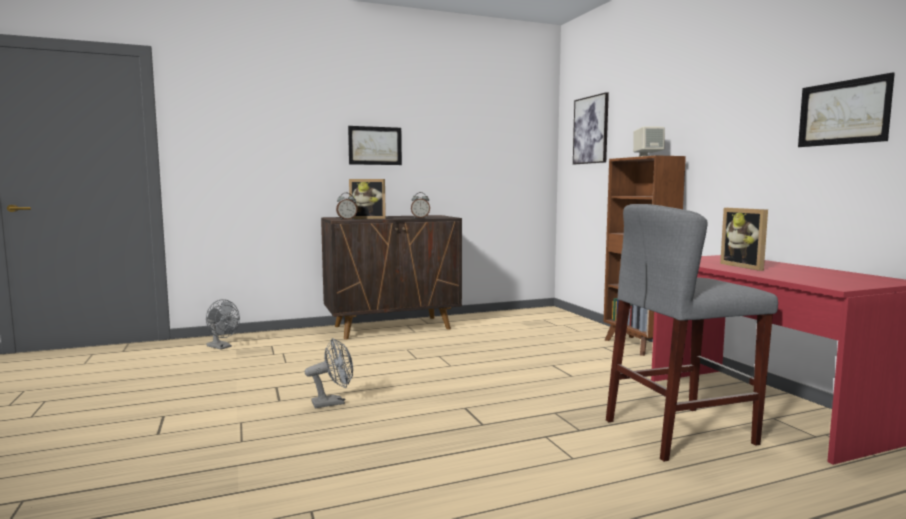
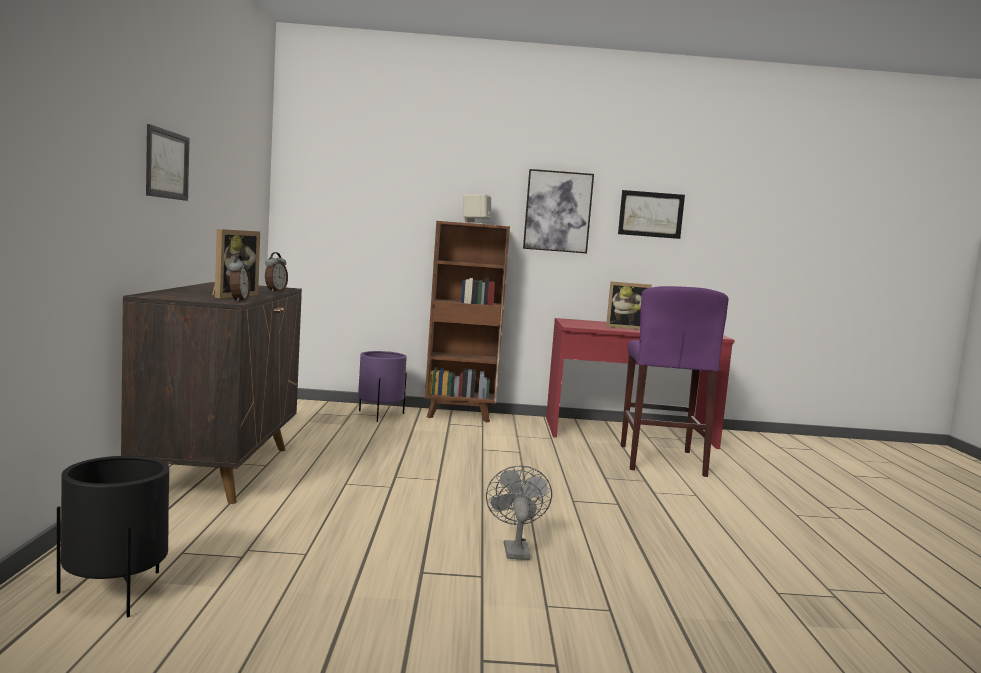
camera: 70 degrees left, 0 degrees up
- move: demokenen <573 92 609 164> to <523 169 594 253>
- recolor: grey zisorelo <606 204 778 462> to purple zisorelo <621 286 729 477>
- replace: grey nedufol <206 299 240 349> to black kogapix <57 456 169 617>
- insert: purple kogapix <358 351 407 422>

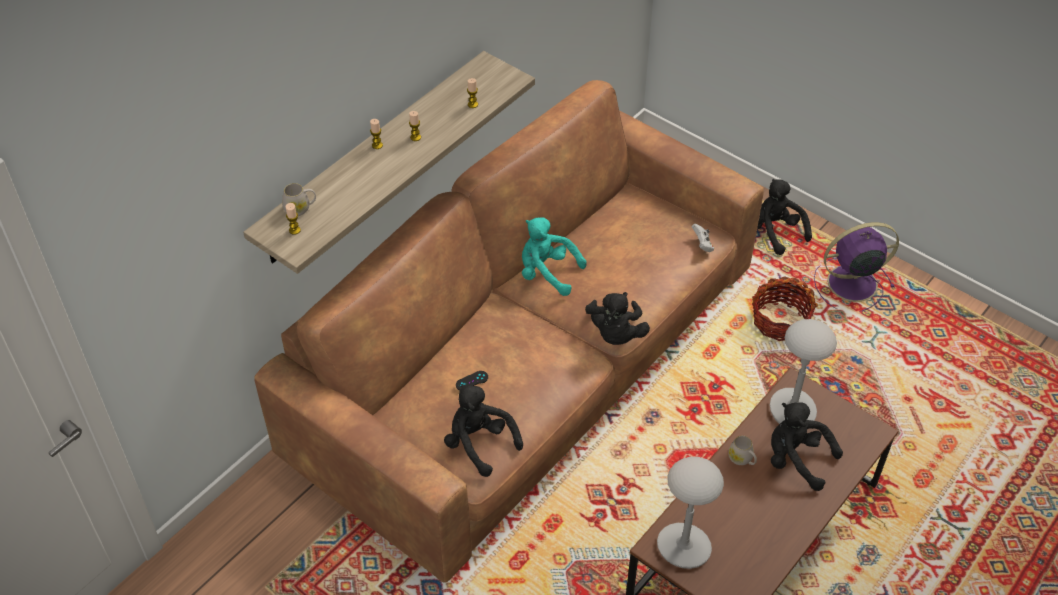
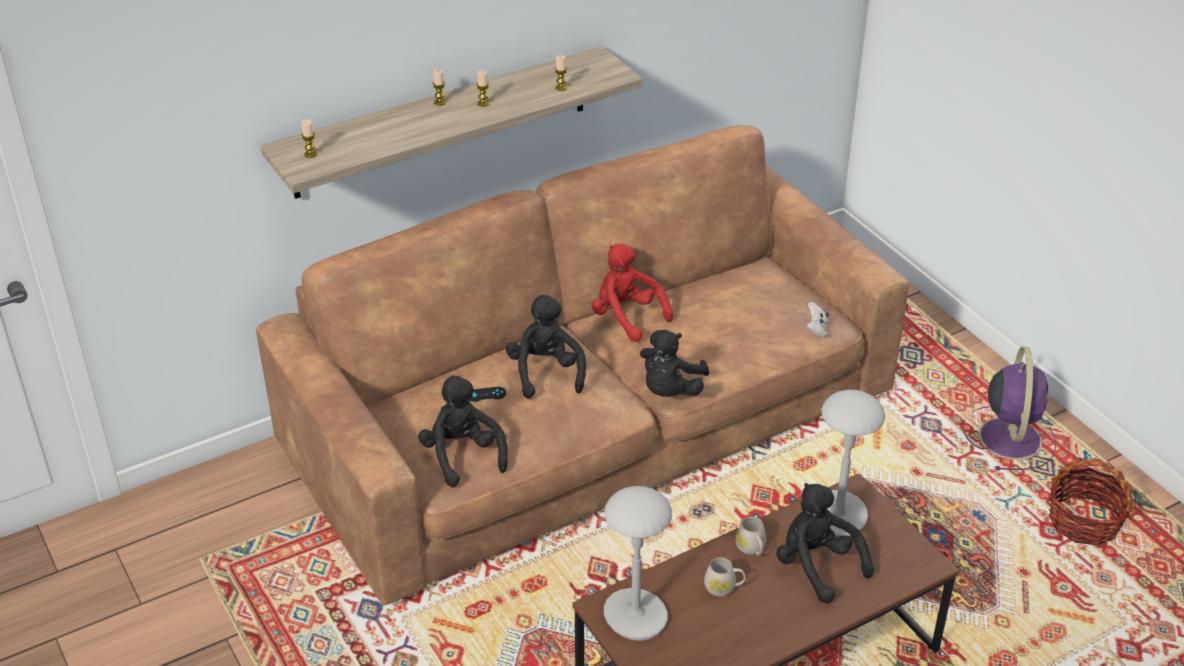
camera: 20 degrees right, 10 degrees down
- move: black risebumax <757 179 812 255> to <506 295 586 399>
- move: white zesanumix <282 183 316 216> to <704 557 745 597>
- recolor: turquoise risebumax <522 217 587 296> to red risebumax <592 244 673 342>
- rotate: purple nedufol <814 222 899 312> = <963 347 1056 470> 90 degrees clockwise
- move: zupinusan <752 276 818 341> to <1049 458 1135 546>

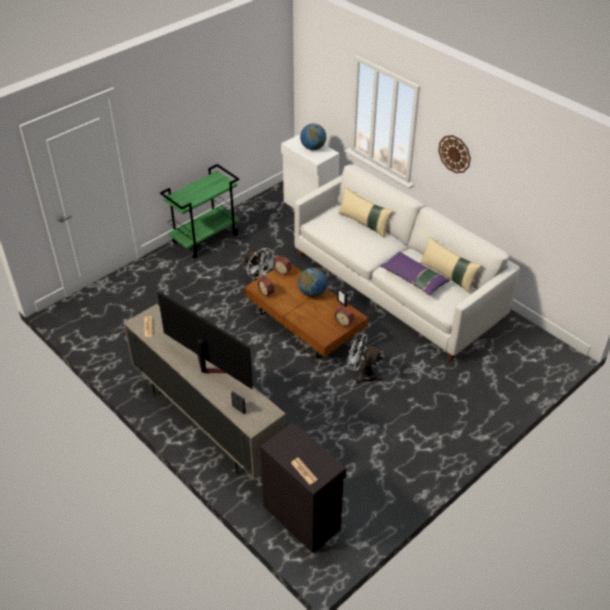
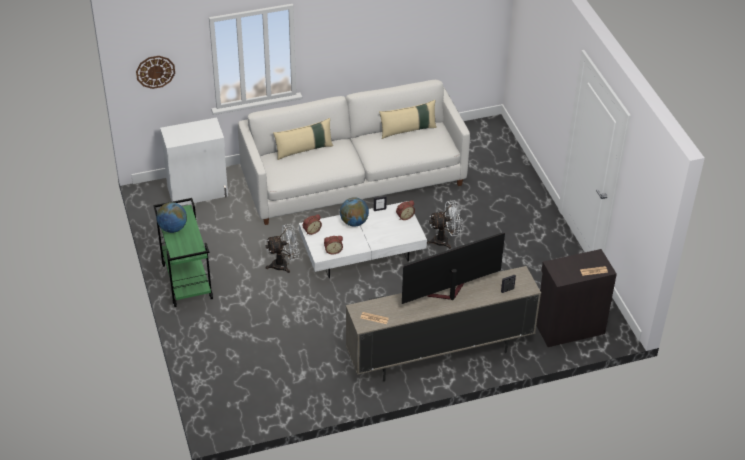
camera: 65 degrees left, 0 degrees up
- move: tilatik <300 124 326 150> to <156 202 187 233>
- move: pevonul <438 135 471 173> to <136 56 175 89>
- delete: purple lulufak <380 252 450 296>
- recolor: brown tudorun <245 264 368 359> to white tudorun <299 201 427 278>
- rotate: white nedufol <346 332 383 384> = <427 201 463 249> 150 degrees counterclockwise

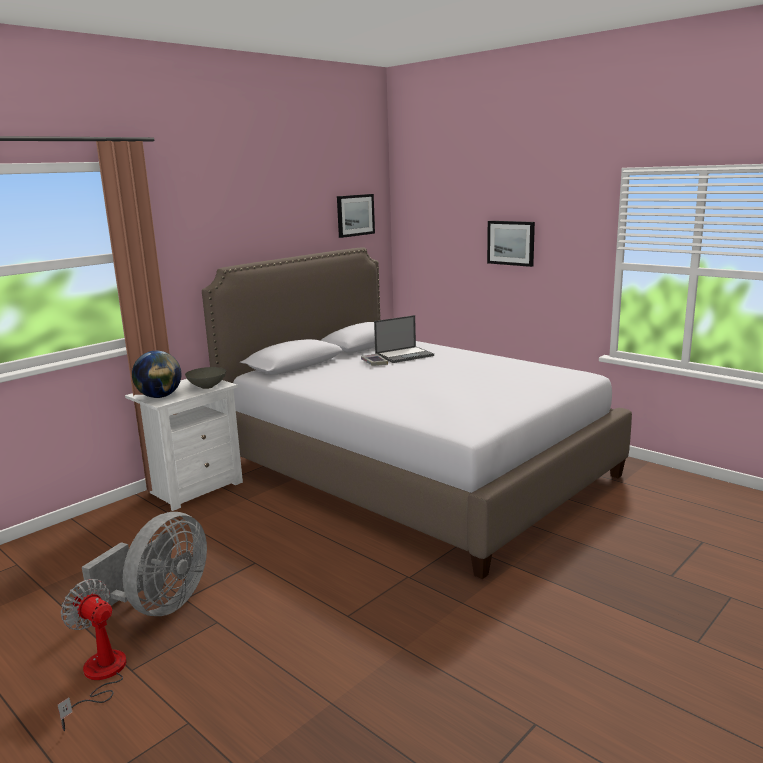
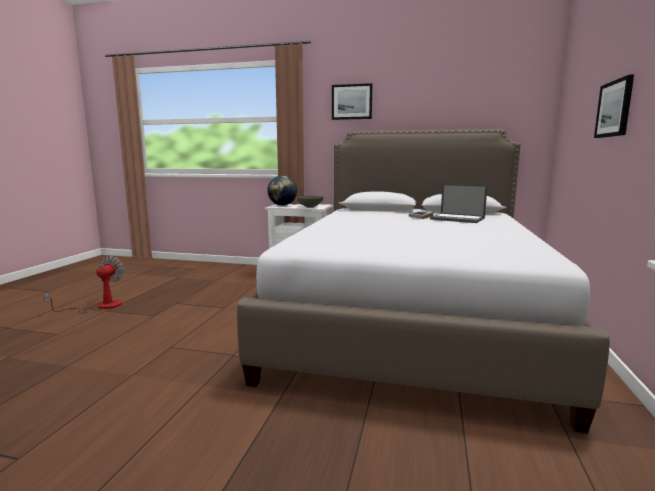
camera: 60 degrees right, 5 degrees down
- move: demokenen <337 194 375 238> to <332 83 372 120>
- delete: grey nedufol <82 512 207 616>

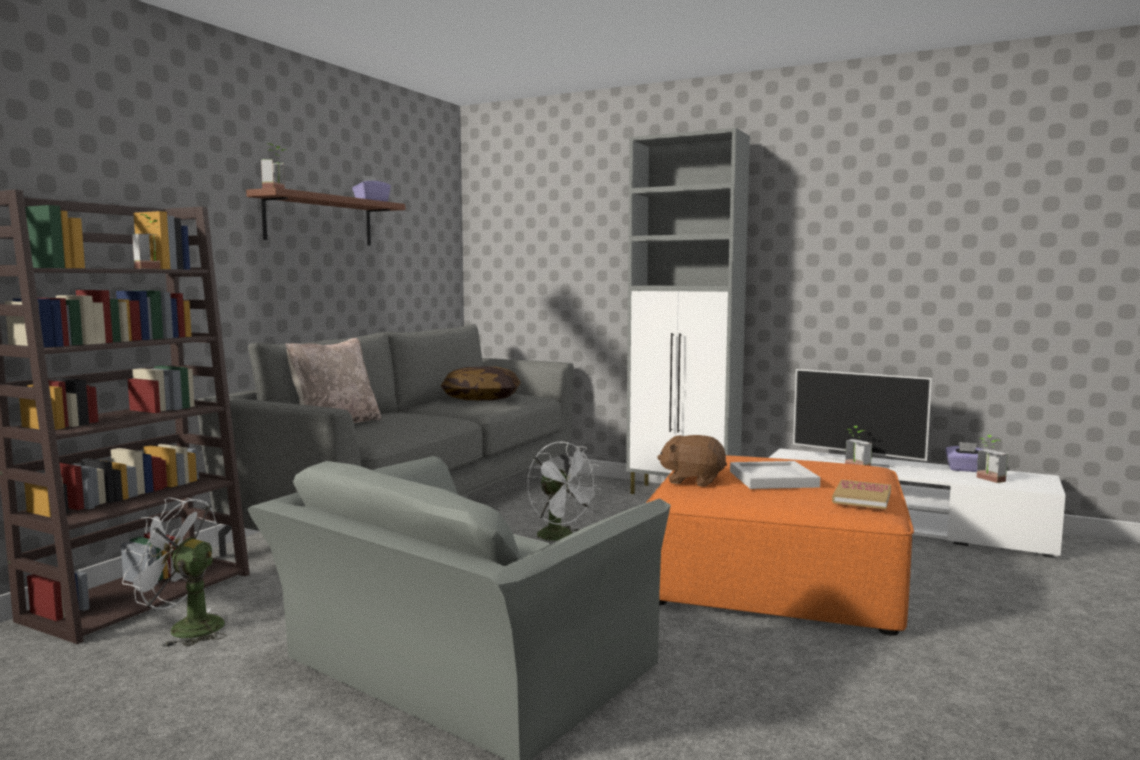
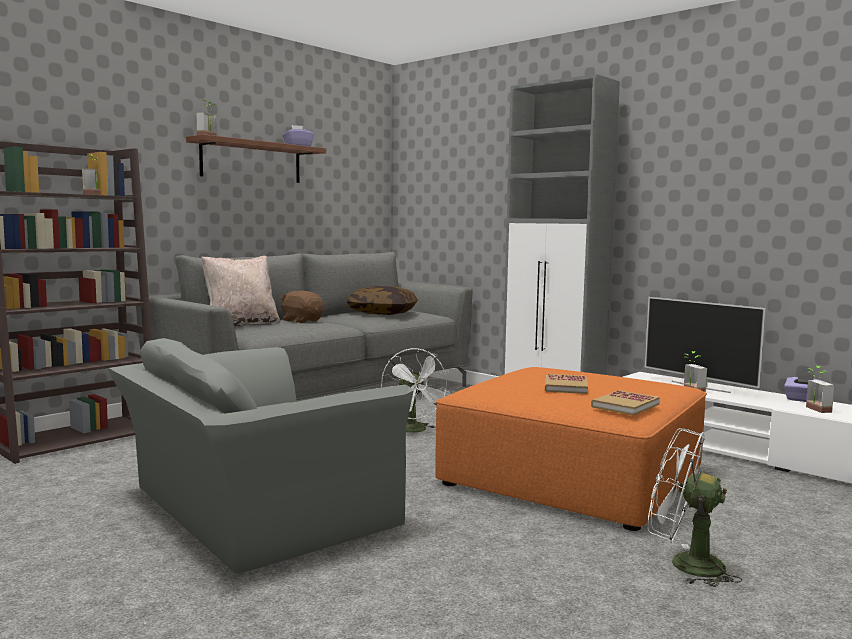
camera: 15 degrees right, 0 degrees up
- move: brown risebumax <657 435 727 487> to <280 291 323 323>
- replace: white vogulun <730 461 820 489> to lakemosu <545 374 588 394>
- move: white nedufol <122 498 226 647> to <648 428 742 587>

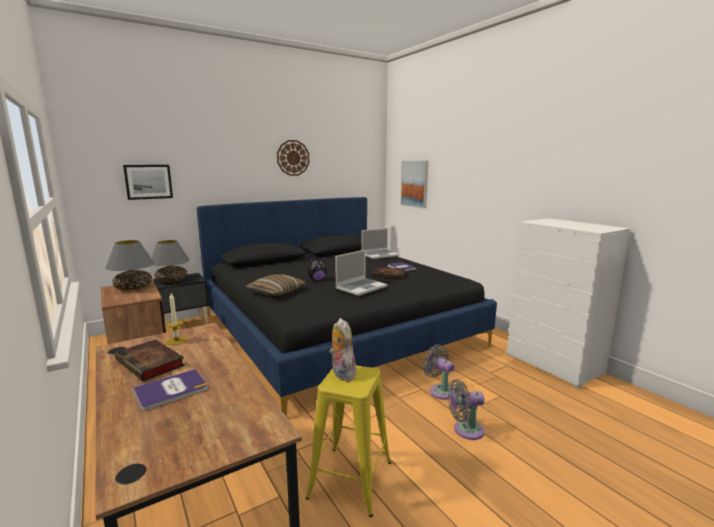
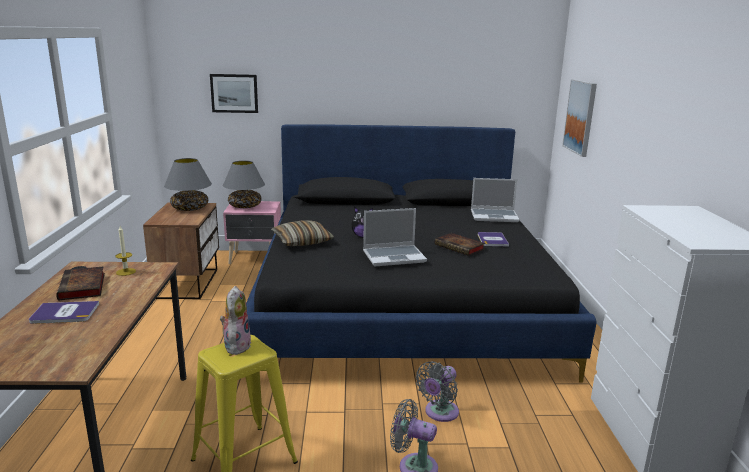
camera: 30 degrees right, 5 degrees up
- delete: pevonul <277 140 309 176>
- recolor: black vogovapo <153 273 209 328> to pink vogovapo <223 201 281 264>
- rotate: grey nedufol <422 344 455 400> = <416 361 459 422> 135 degrees counterclockwise

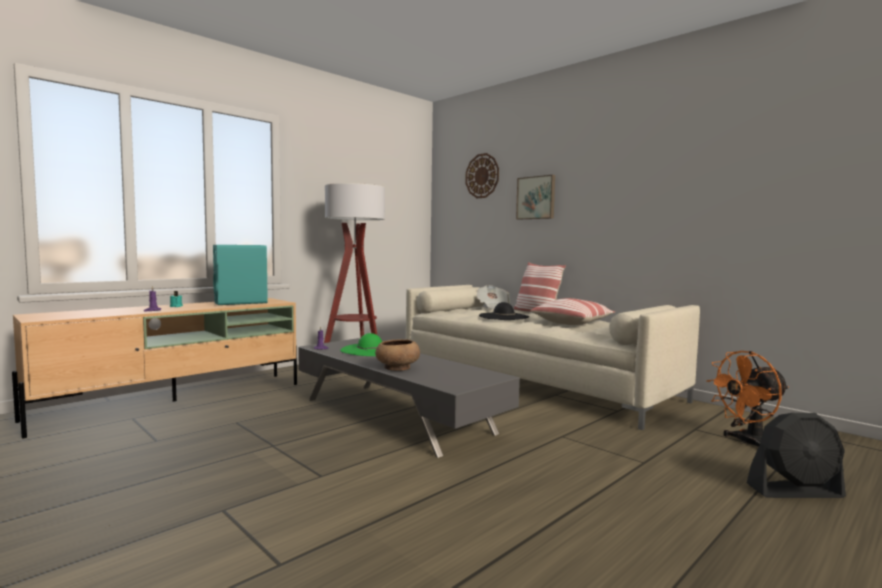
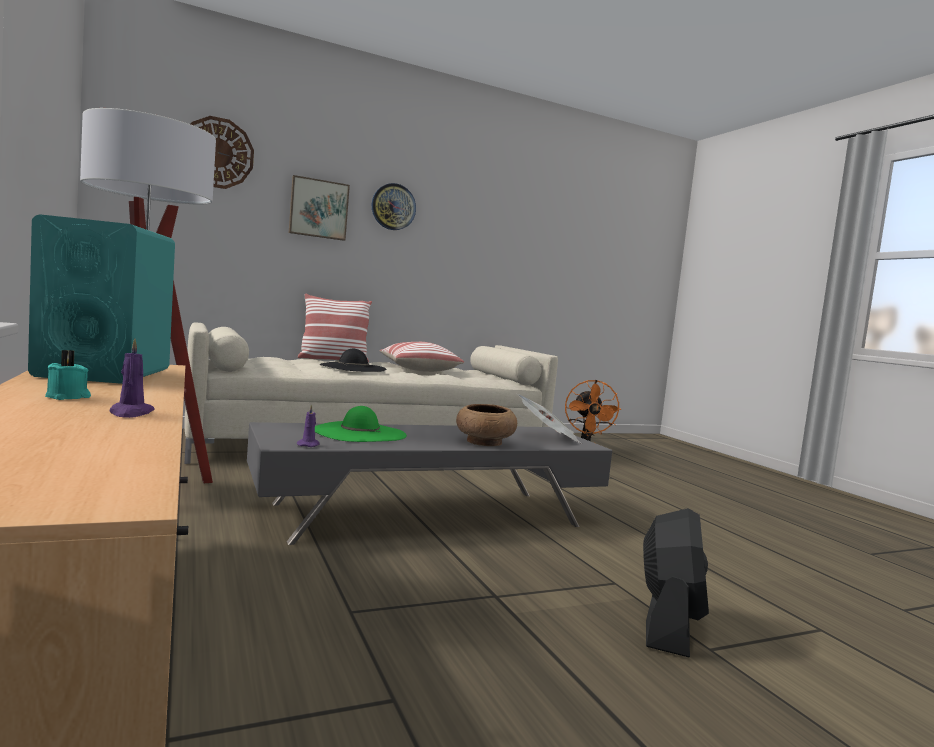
camera: 70 degrees left, 0 degrees up
- move: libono <476 285 510 309> to <517 394 582 444>
- move: black nedufol <747 413 846 498> to <643 508 709 658>
- insert: pevonul <372 183 416 230>

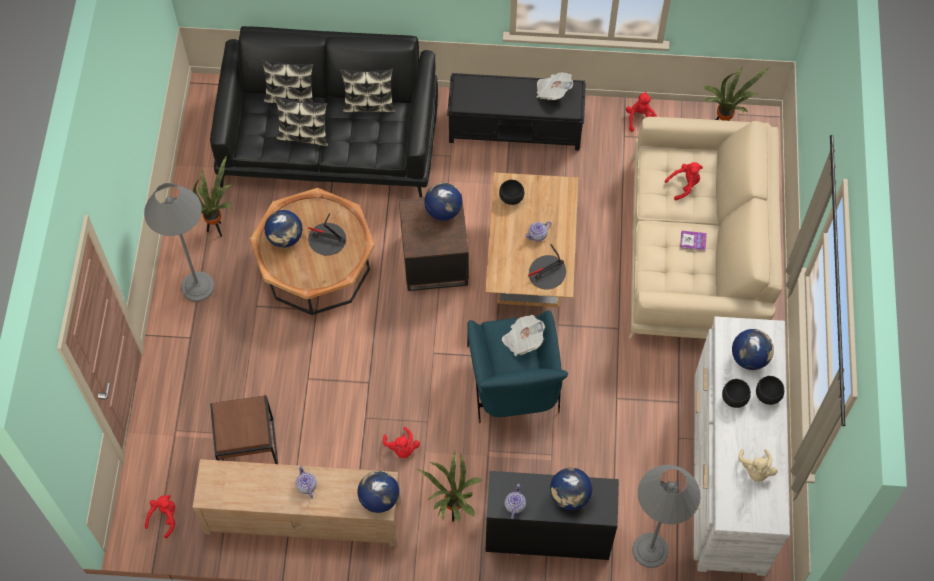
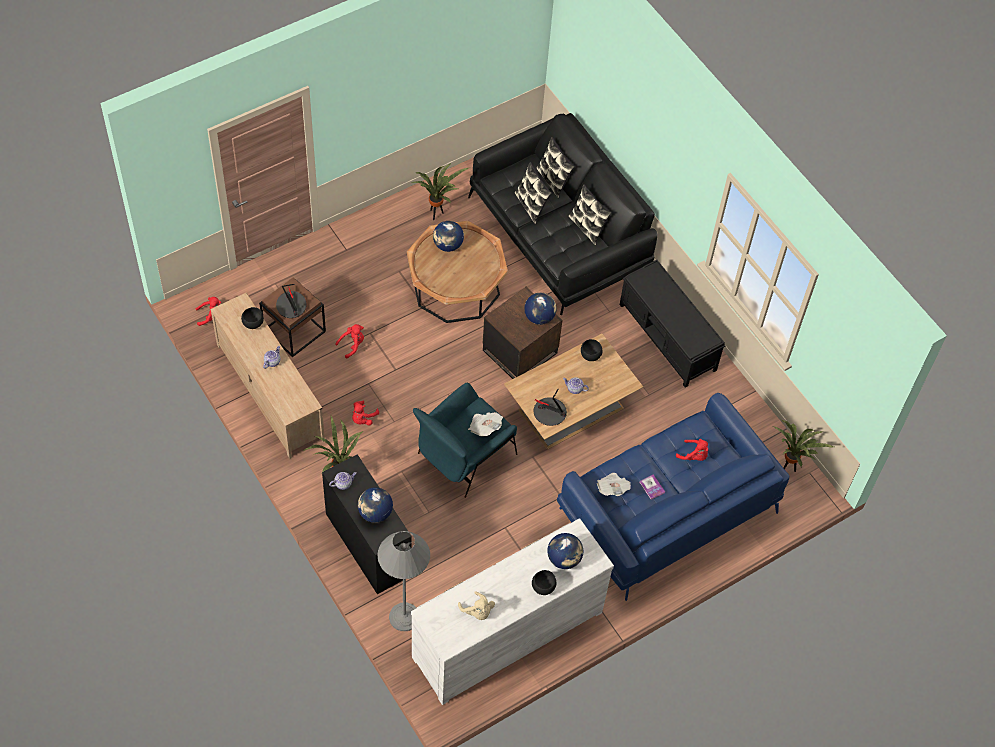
camera: 50 degrees right, 5 degrees down
- move: libono <536 72 573 100> to <597 473 631 496>
- move: red risebumax <626 92 657 132> to <335 324 364 358>
- recolor: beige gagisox <629 117 782 339> to blue gagisox <557 393 790 601>
- delete: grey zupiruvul <144 183 214 302>
- move: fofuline <308 213 346 255> to <276 284 306 318>
- move: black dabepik <722 379 751 408> to <241 307 264 329>
- rotate: beige risebumax <738 449 778 482> = <458 591 495 620> 90 degrees counterclockwise
- delete: tilatik <358 471 399 513>

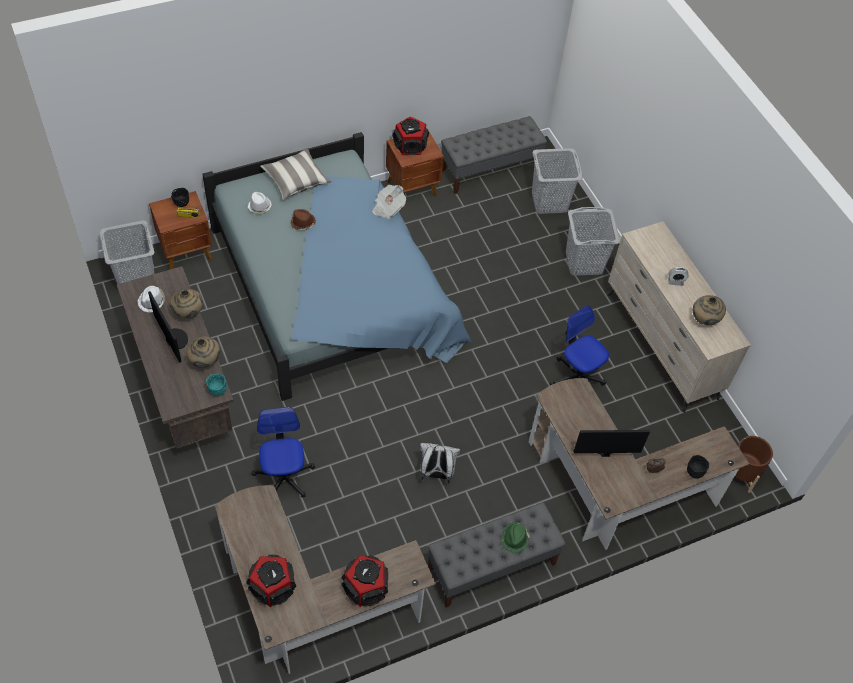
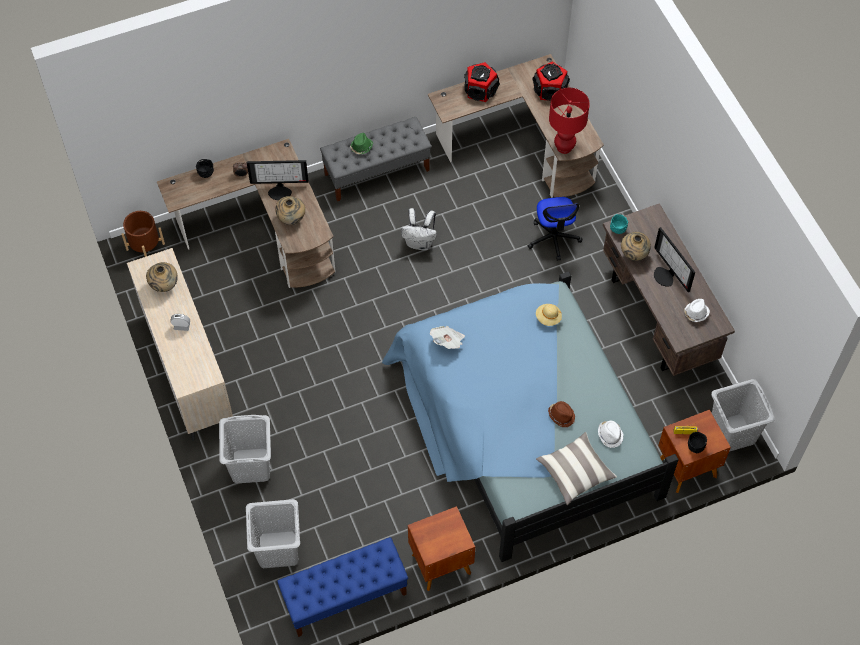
camera: 175 degrees left, 5 degrees up
- delete: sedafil <392 116 429 155>
- recolor: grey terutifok <441 116 547 194> to blue terutifok <277 537 408 637>
- move: libono <372 185 406 219> to <430 326 465 349>
- move: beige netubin <170 289 203 319> to <276 196 305 225>
- delete: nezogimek <550 305 609 386>
- insert: red fofuline <549 88 590 154>
- insert: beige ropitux <536 304 562 326>

